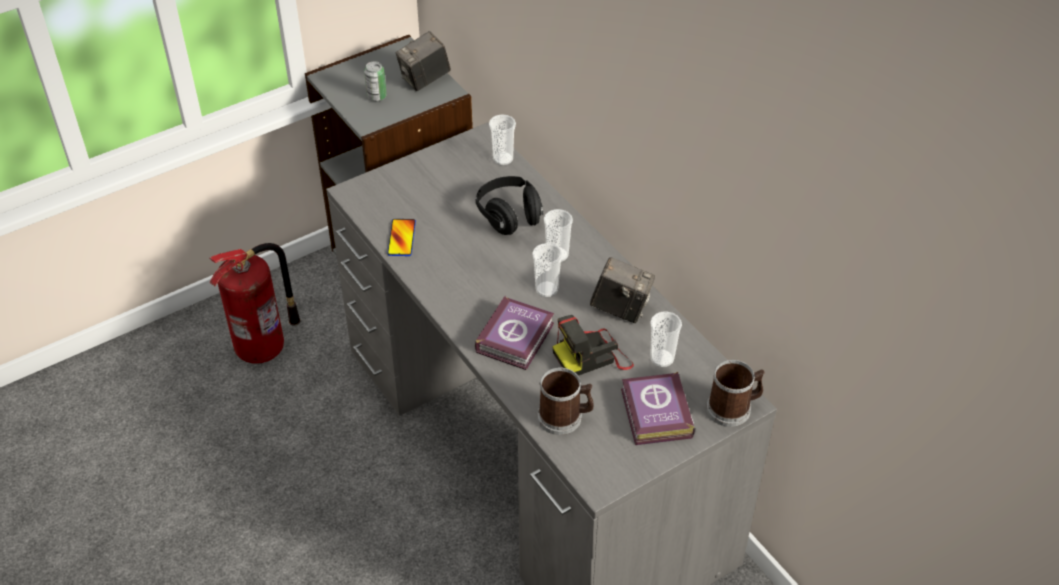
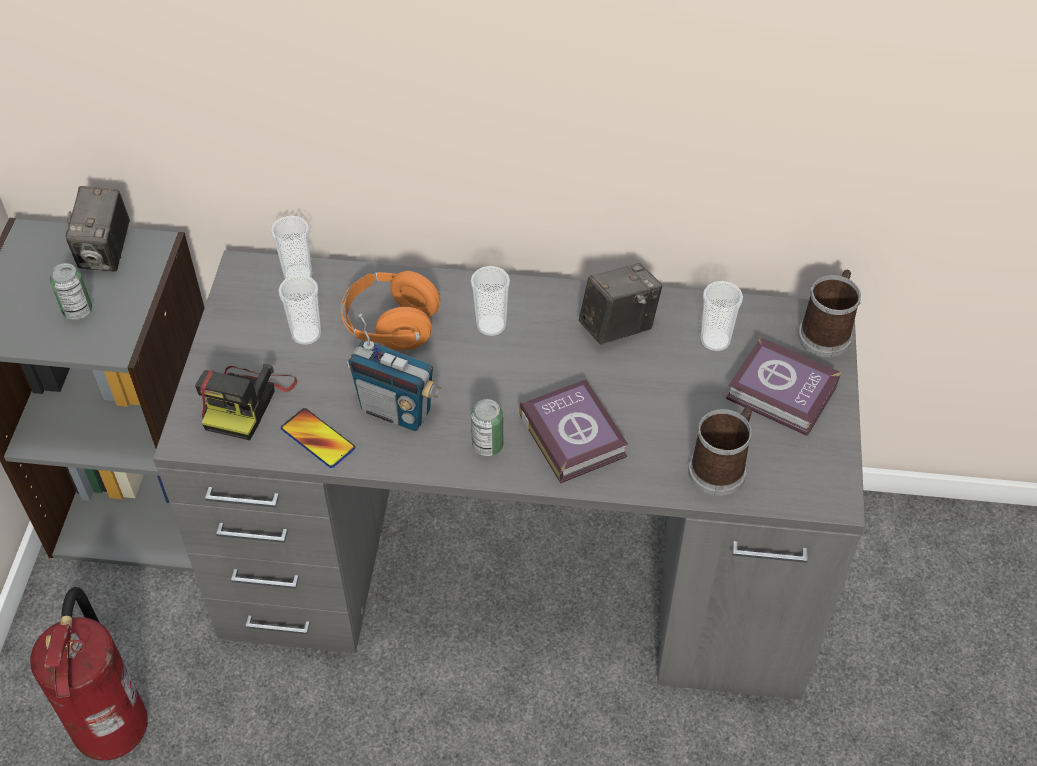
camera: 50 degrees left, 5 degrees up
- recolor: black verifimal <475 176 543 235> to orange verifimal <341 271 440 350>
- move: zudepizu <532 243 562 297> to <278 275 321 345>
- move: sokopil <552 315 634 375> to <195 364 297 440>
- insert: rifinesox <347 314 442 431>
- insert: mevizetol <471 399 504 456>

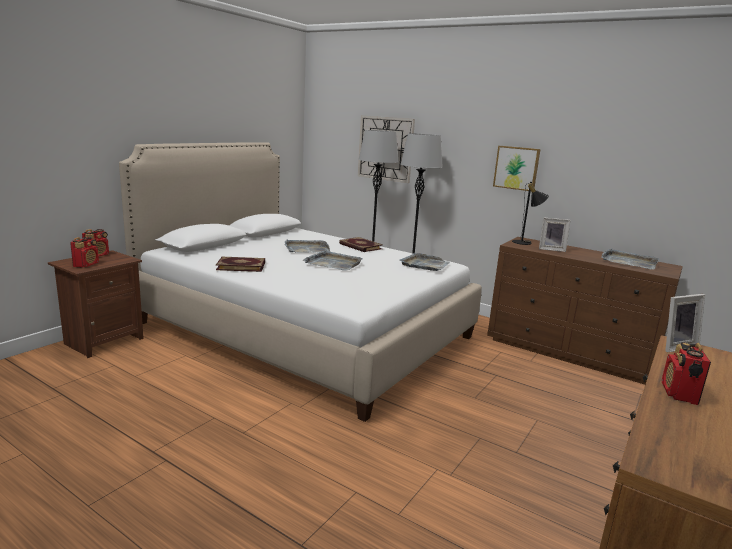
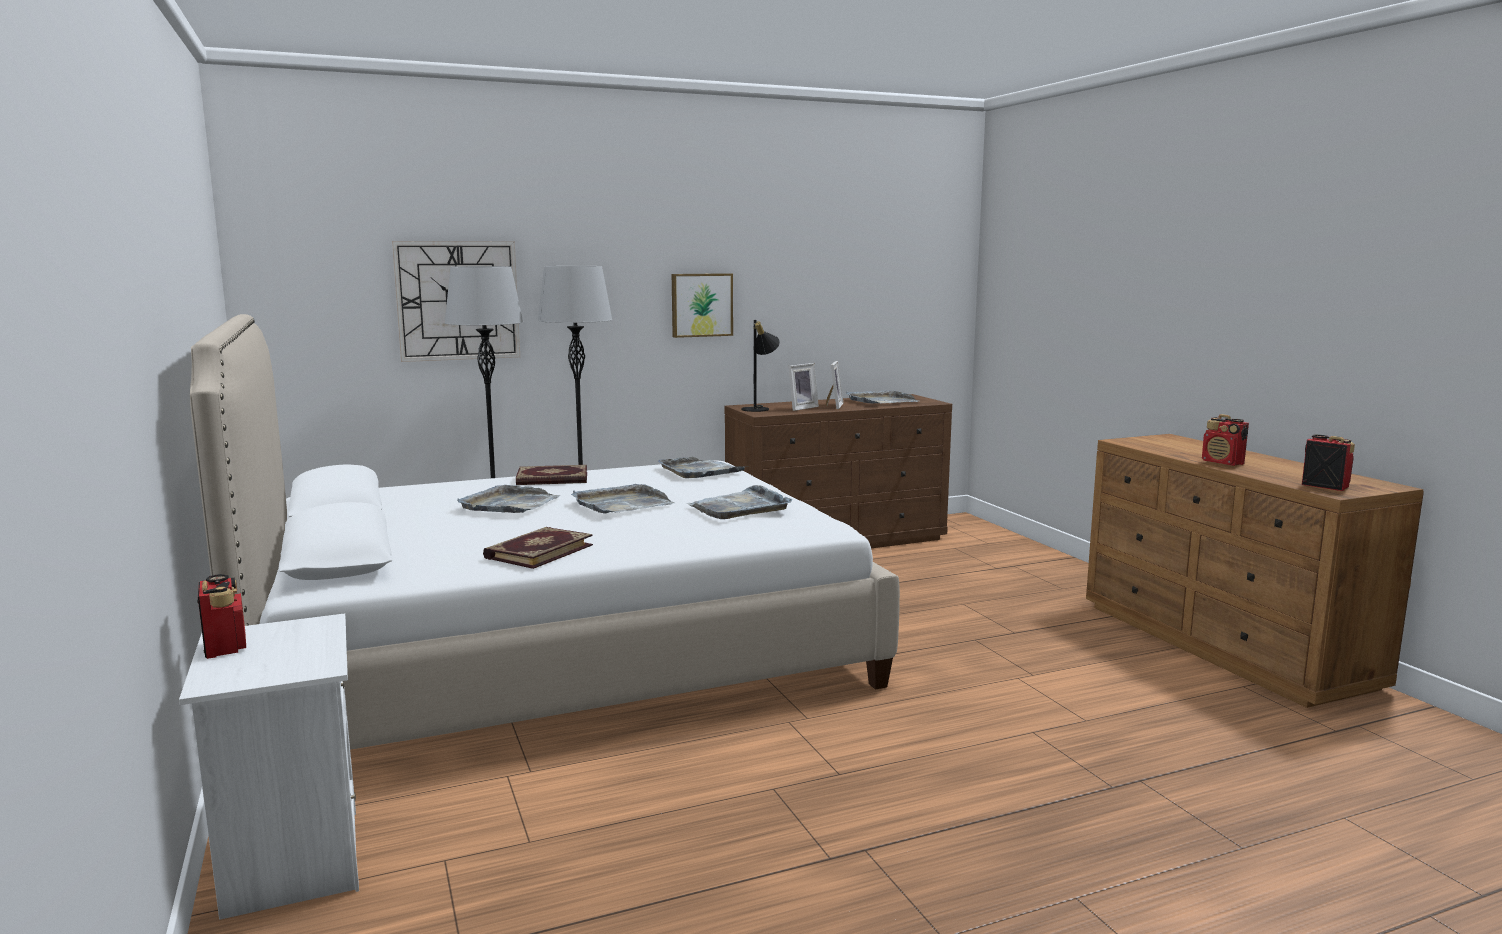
camera: 55 degrees left, 5 degrees down
- move: rifinesox <70 237 99 268> to <1302 435 1355 491>
- recolor: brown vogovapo <48 250 144 358> to white vogovapo <179 613 359 920>
- move: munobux <665 294 705 352> to <826 361 843 409>
- insert: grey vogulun <686 485 792 519>

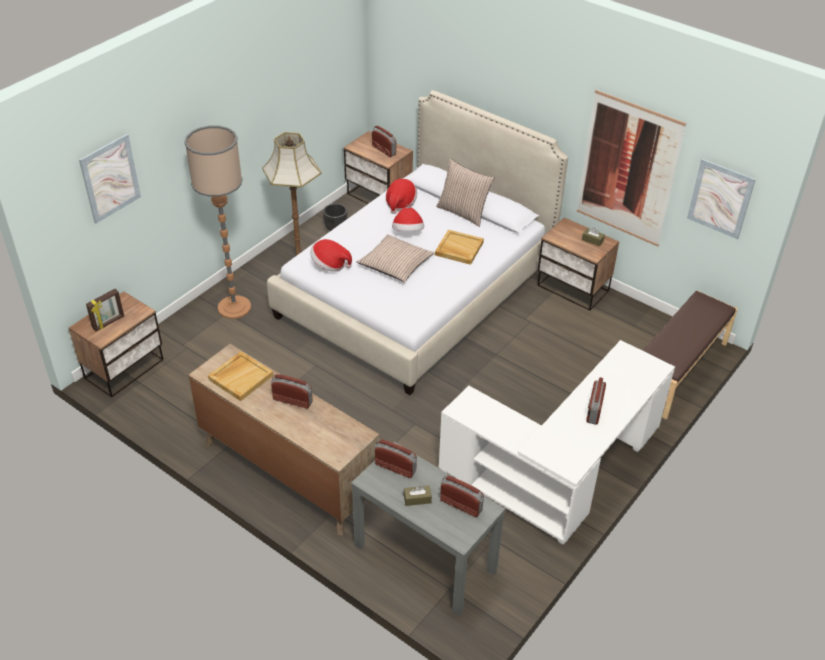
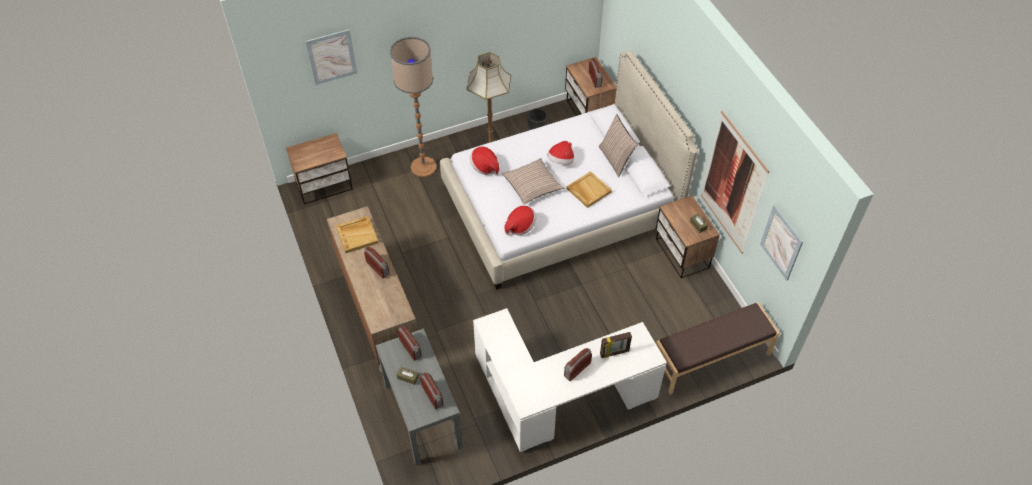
camera: 30 degrees right, 10 degrees up
- move: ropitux <386 179 417 214> to <504 206 536 235>
- move: munobux <86 289 124 331> to <600 332 632 358>

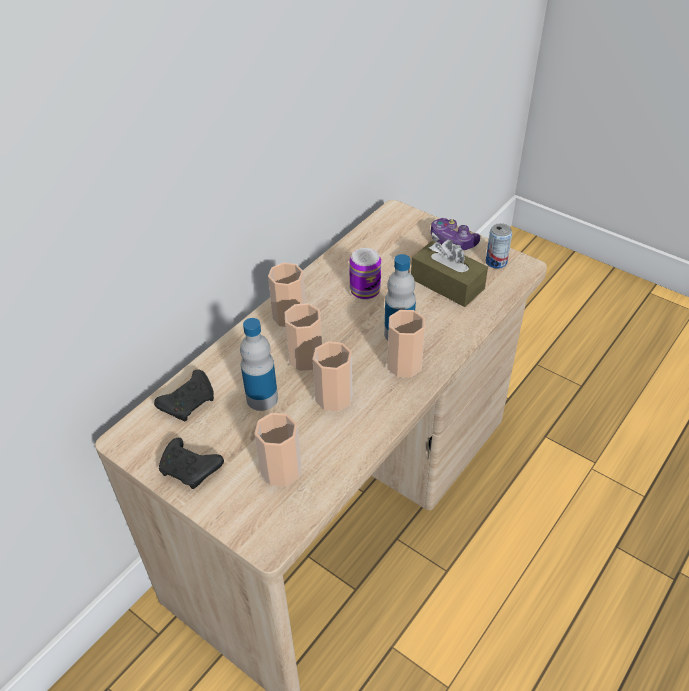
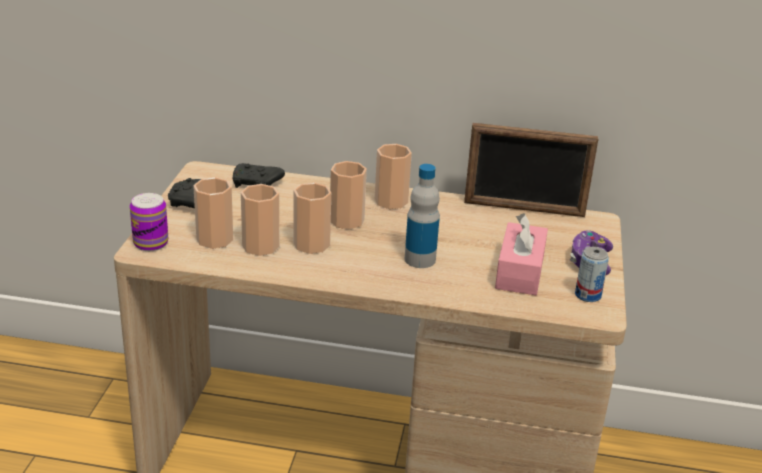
camera: 60 degrees right, 15 degrees down
- recolor: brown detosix <411 240 488 307> to pink detosix <495 213 548 295>
- move: mevizetol <349 248 381 300> to <130 193 168 251>
- move: zudepizu <387 310 425 377> to <241 184 279 256>
- delete: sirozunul <240 318 278 411>
- insert: munobux <464 123 599 217>

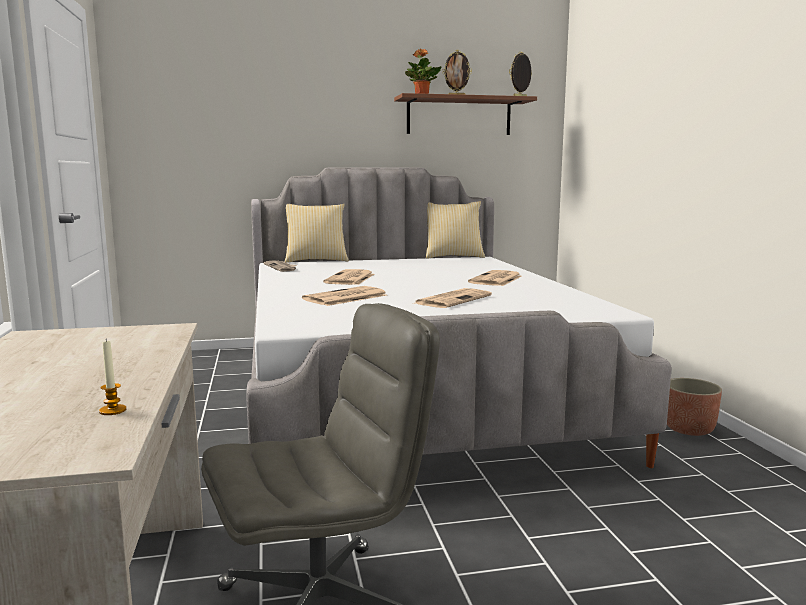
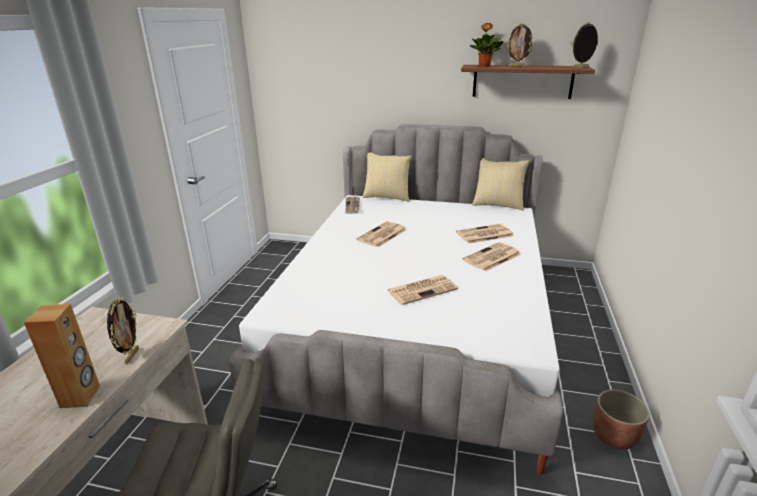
camera: 25 degrees right, 15 degrees up
- move: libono <302 286 387 306> to <456 224 514 244>
- delete: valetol <99 340 126 415>
- insert: munobux <107 297 139 364>
- insert: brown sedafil <24 304 100 408>

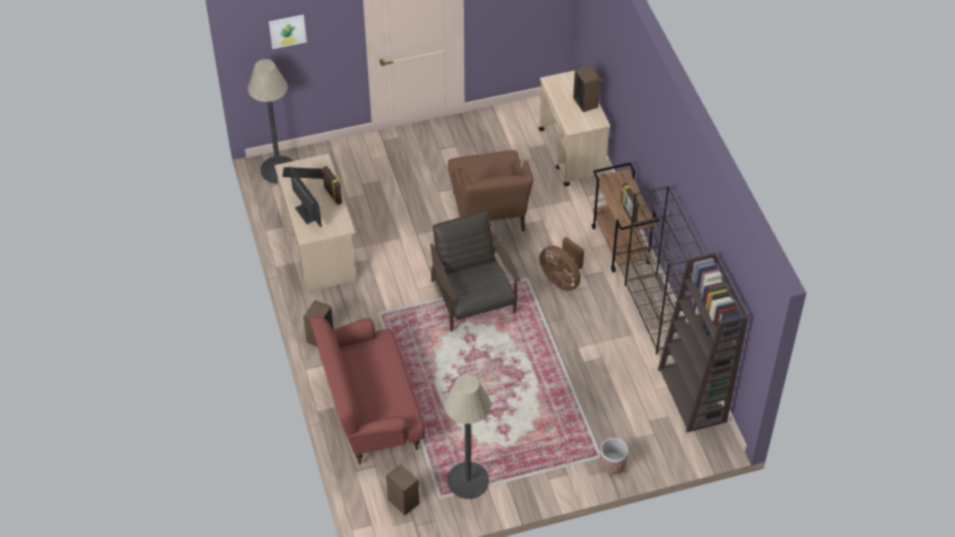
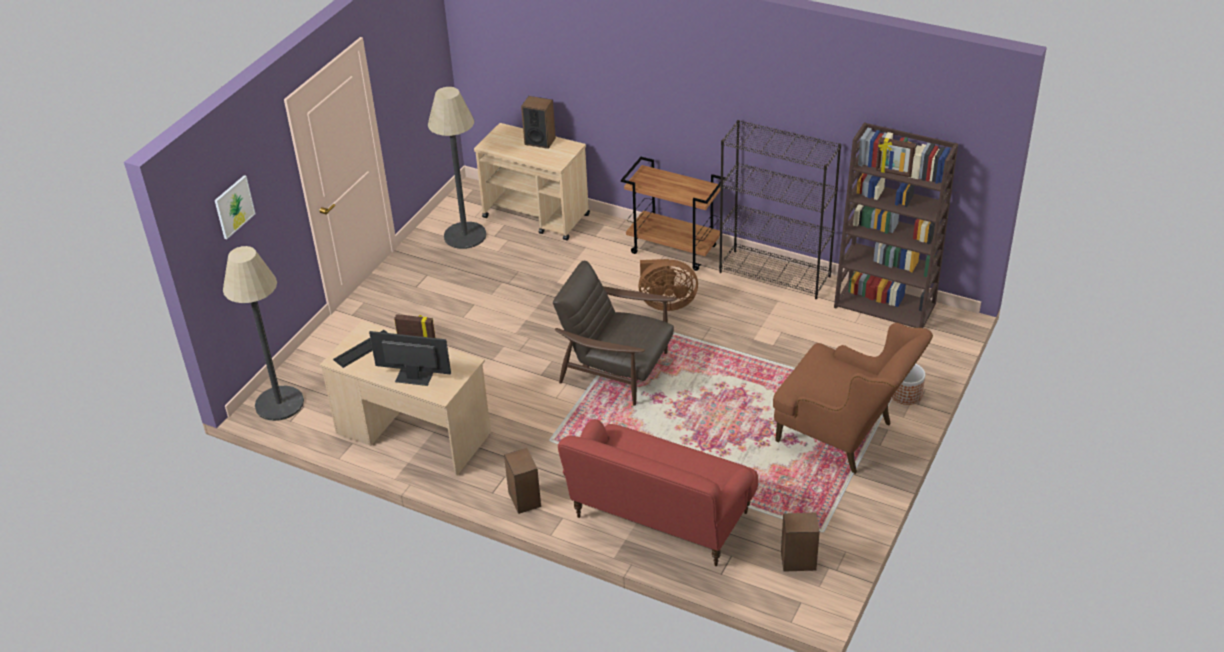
camera: 45 degrees left, 10 degrees down
- move: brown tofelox <448 150 534 232> to <773 323 933 474>
- move: munobux <621 183 639 223> to <876 137 916 177>
- move: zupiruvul <444 374 491 499> to <428 87 486 249>

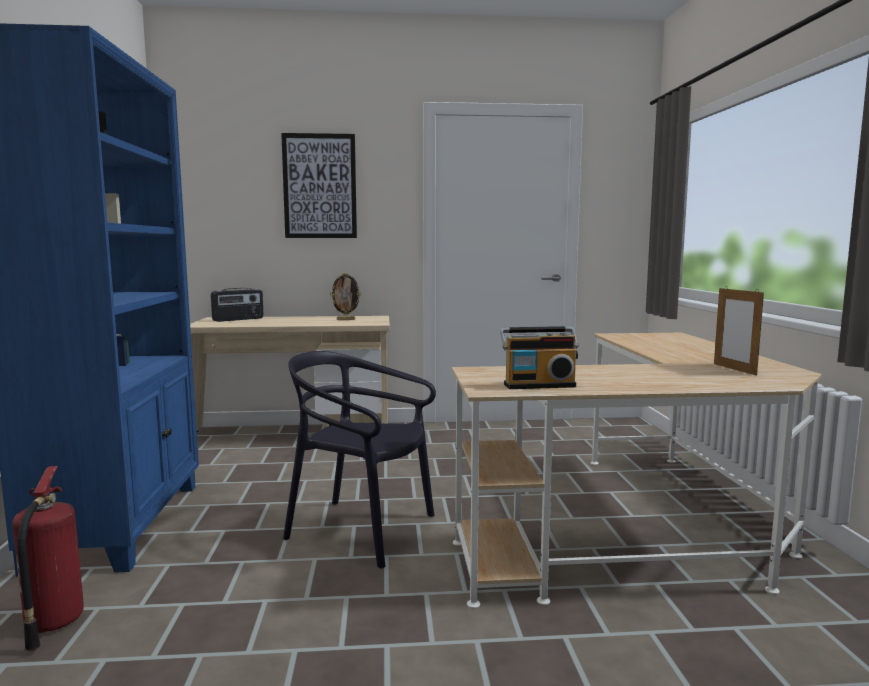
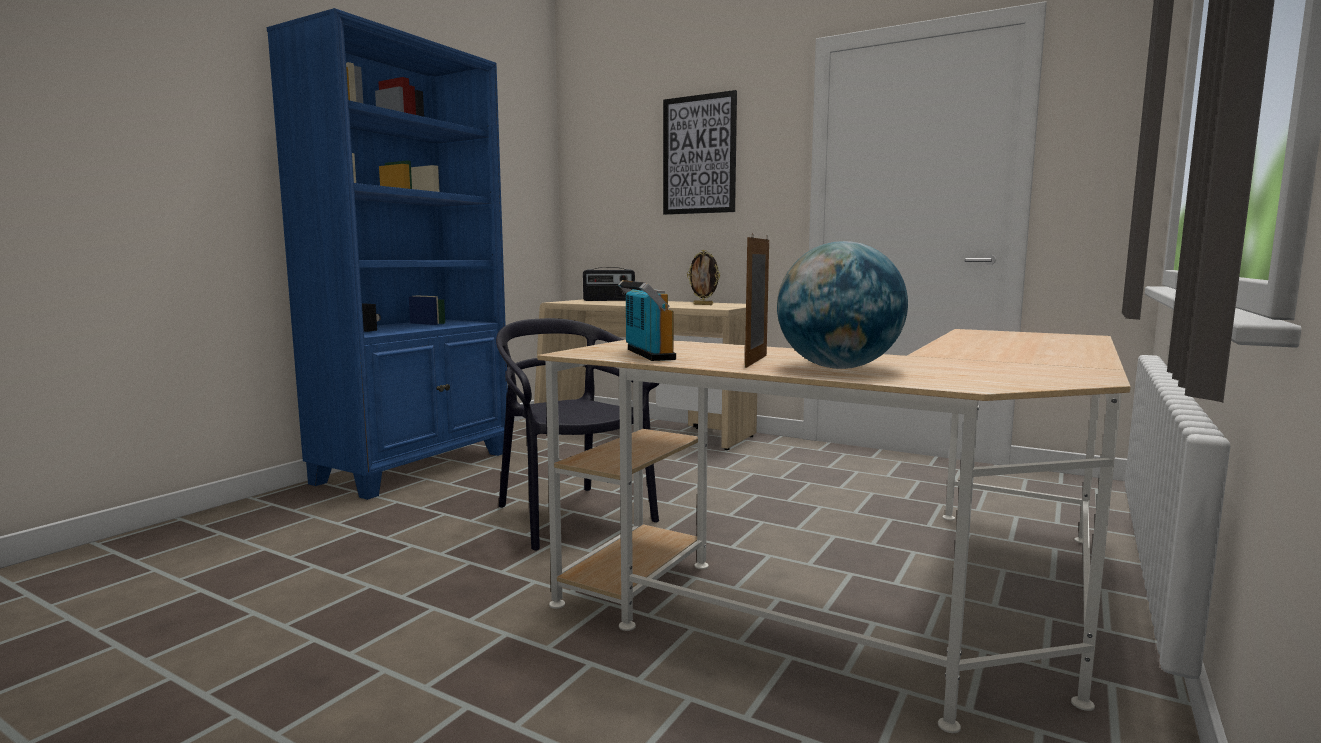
camera: 35 degrees right, 0 degrees up
- move: munobux <714 286 764 376> to <745 233 769 368>
- rotate: rifinesox <500 326 579 389> = <618 280 676 361> 135 degrees counterclockwise
- delete: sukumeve <12 466 84 652>
- insert: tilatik <777 241 908 369>

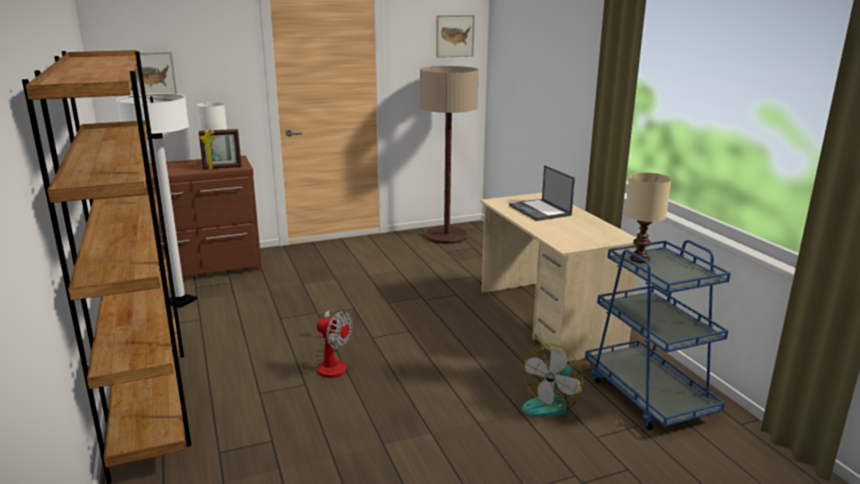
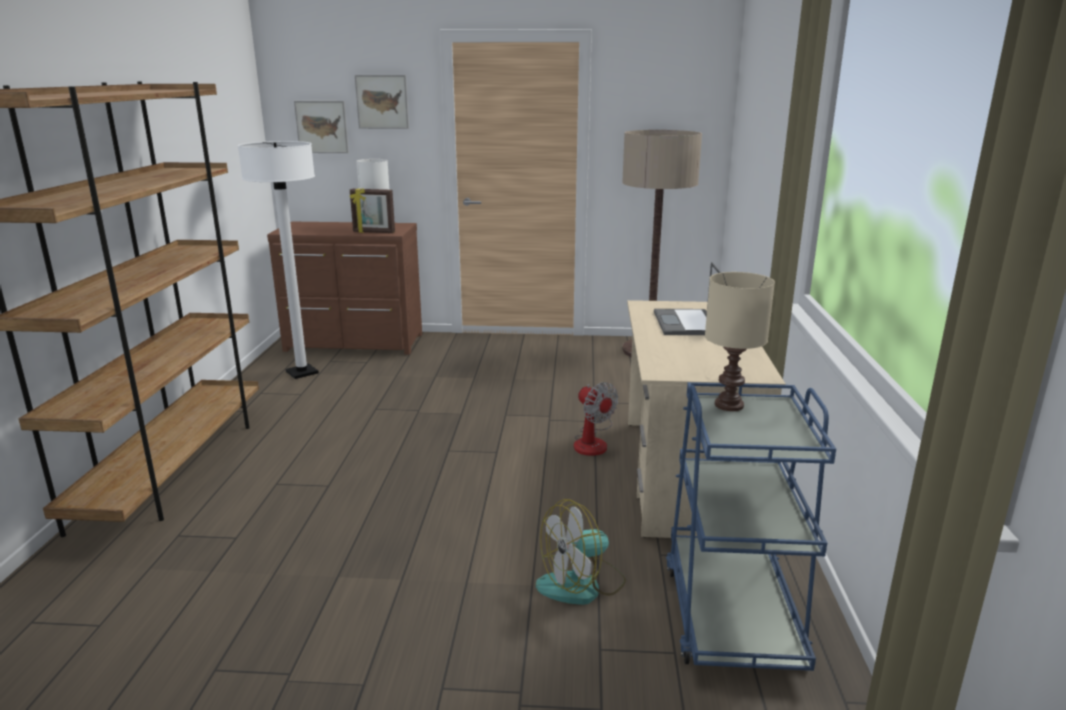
camera: 25 degrees right, 0 degrees up
- move: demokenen <436 15 475 58> to <355 75 409 129>
- move: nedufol <314 311 353 378> to <574 382 618 456>

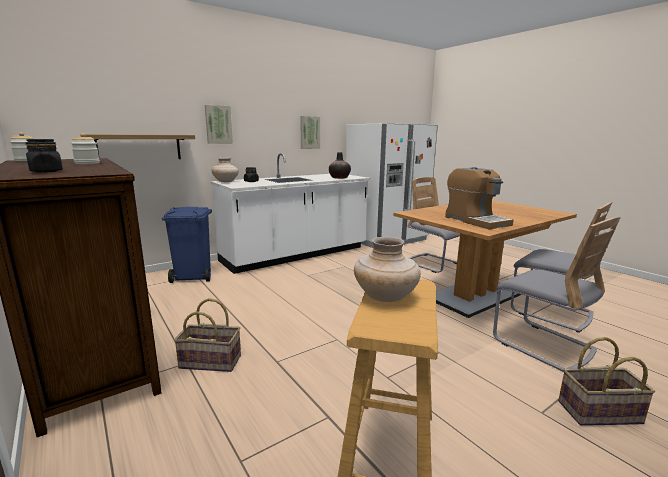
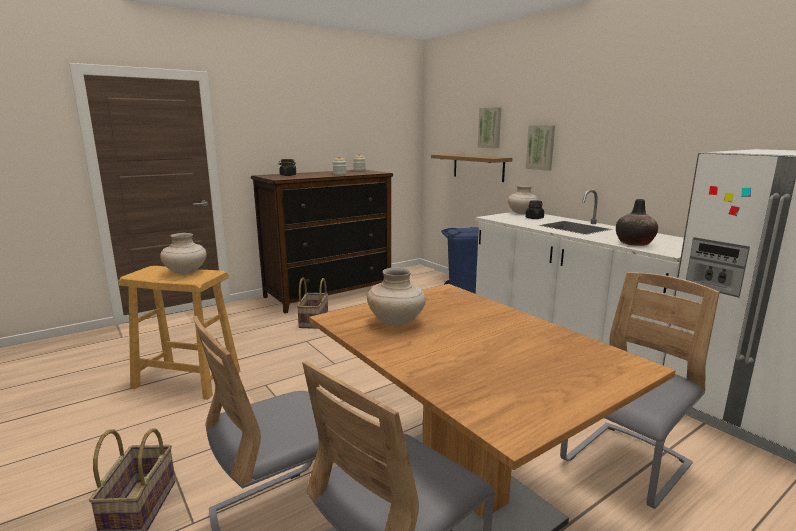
camera: 90 degrees right, 0 degrees up
- move: demokenen <300 116 320 149> to <478 107 501 148>
- replace: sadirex <445 167 514 229> to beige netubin <367 268 426 326>

